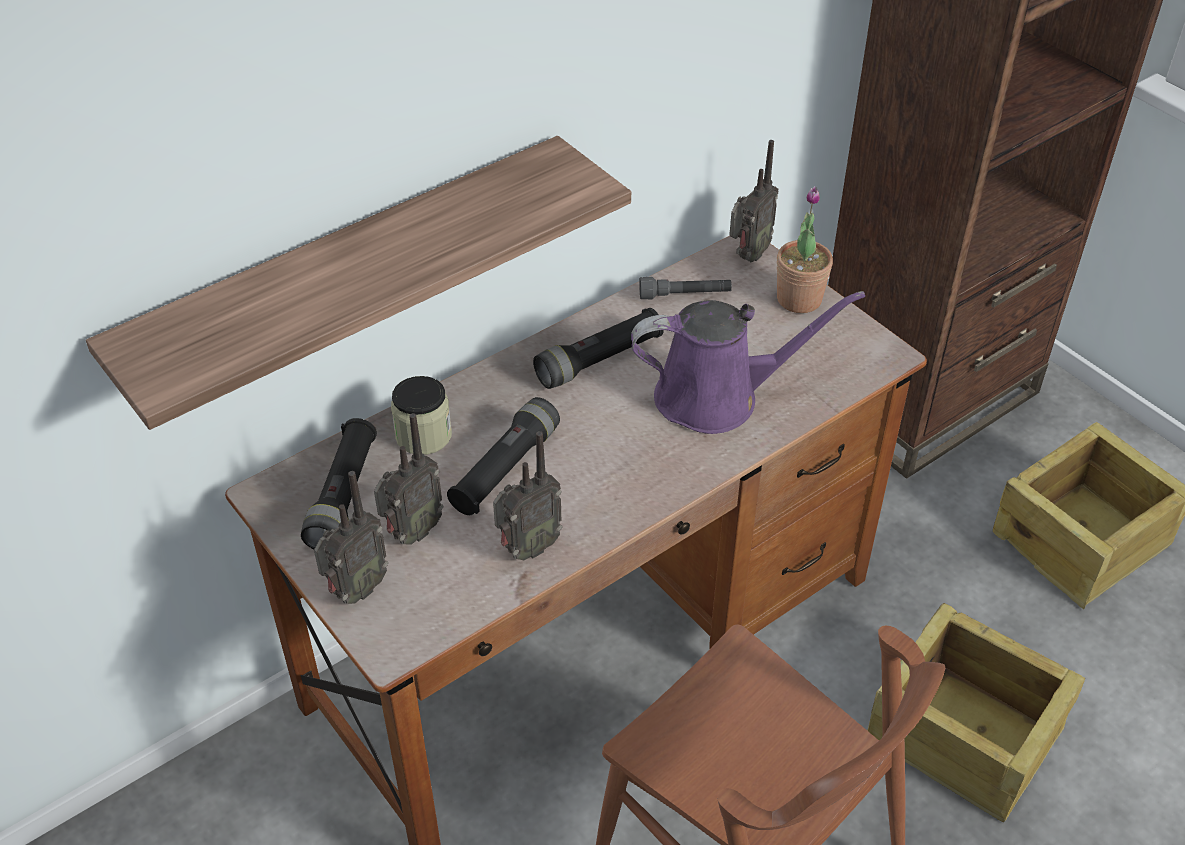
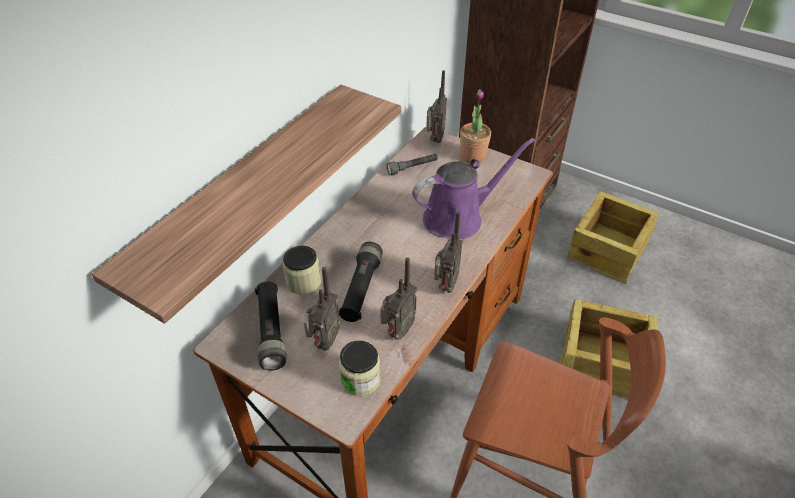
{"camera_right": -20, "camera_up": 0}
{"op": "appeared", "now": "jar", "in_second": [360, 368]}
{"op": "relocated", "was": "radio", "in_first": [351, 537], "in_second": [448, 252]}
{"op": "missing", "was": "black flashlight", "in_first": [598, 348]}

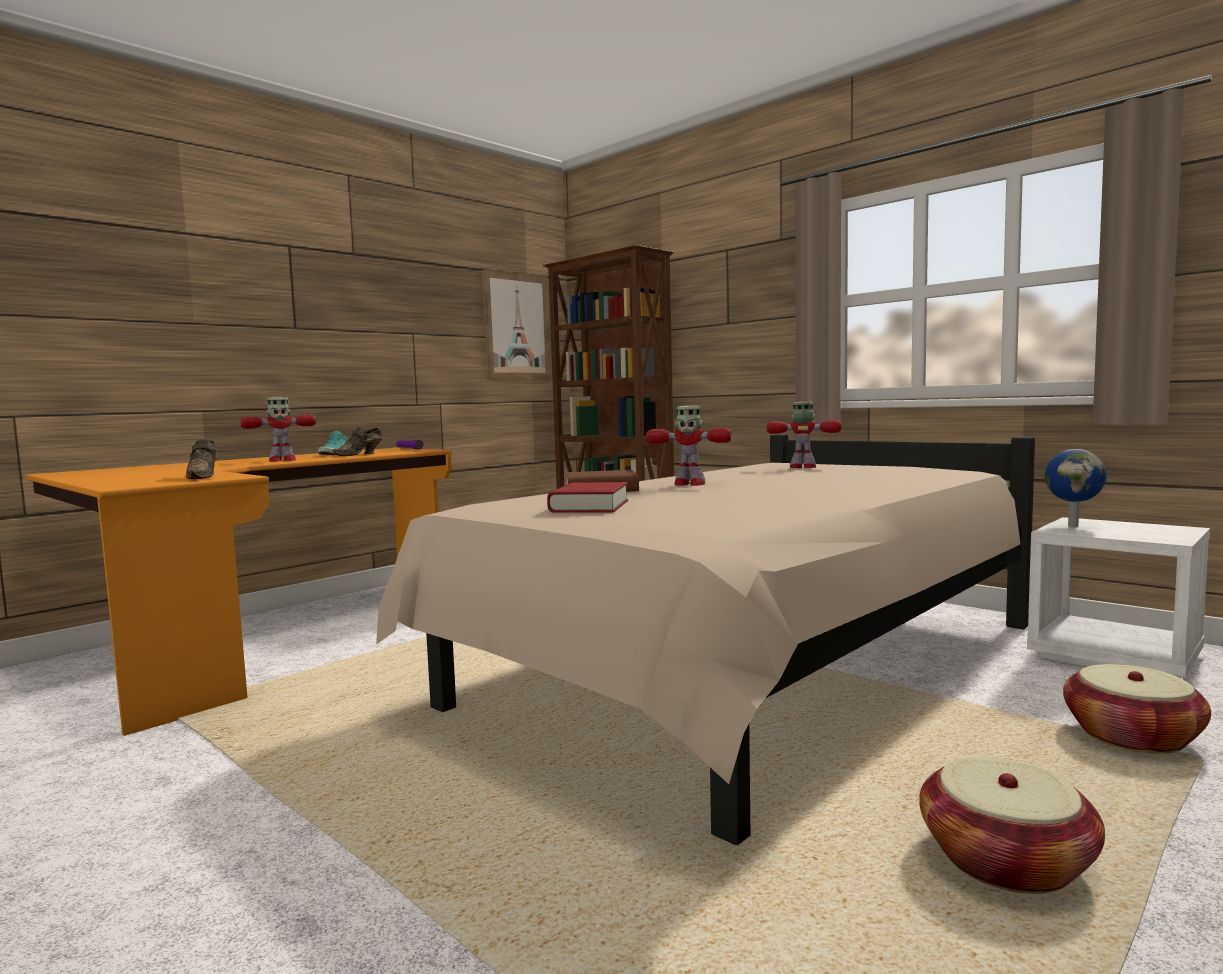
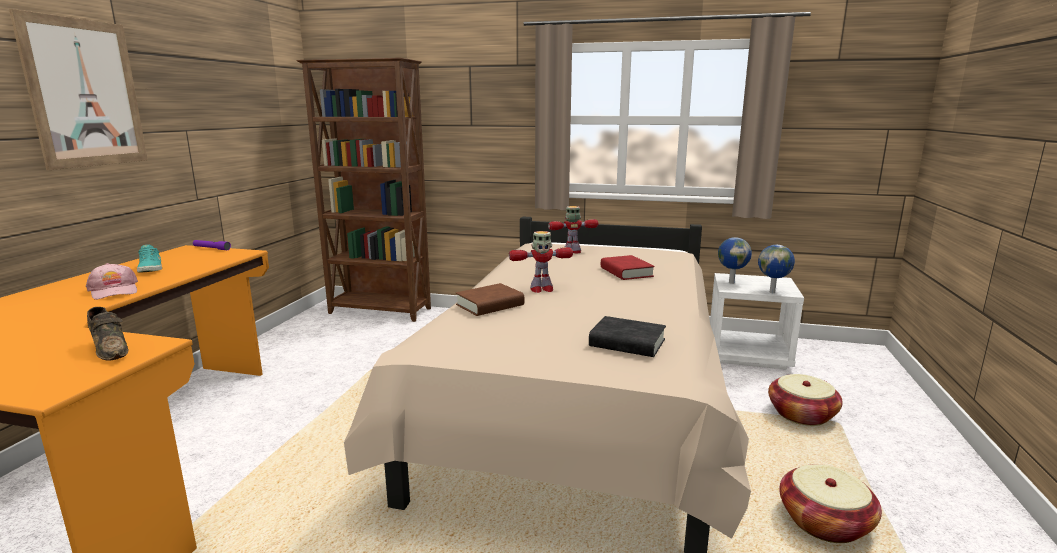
{"camera_right": -30, "camera_up": 10}
{"op": "relocated", "was": "picture", "in_first": [516, 324], "in_second": [78, 89]}
{"op": "exchanged", "was": "toy robot", "now": "pink cap", "in_first": [278, 429], "in_second": [112, 281]}
{"op": "appeared", "now": "black book", "in_second": [627, 336]}
{"op": "relocated", "was": "red book", "in_first": [587, 497], "in_second": [628, 267]}
{"op": "appeared", "now": "globe", "in_second": [776, 269]}
{"op": "missing", "was": "brown shoe", "in_first": [357, 441]}

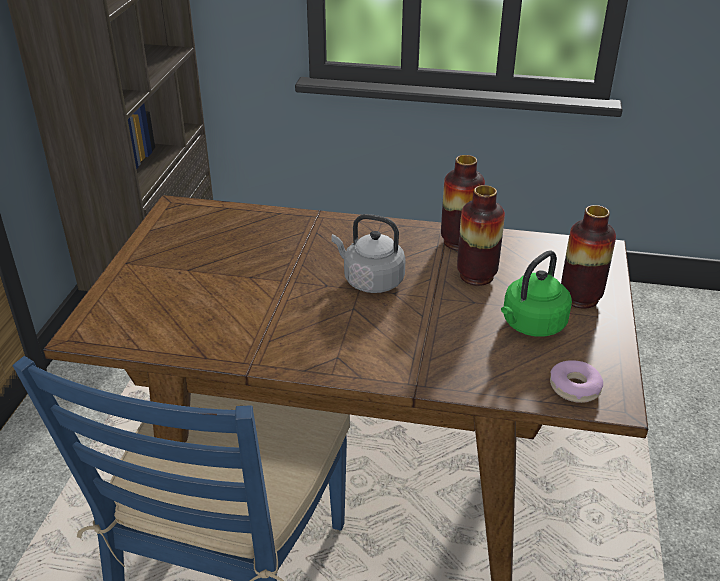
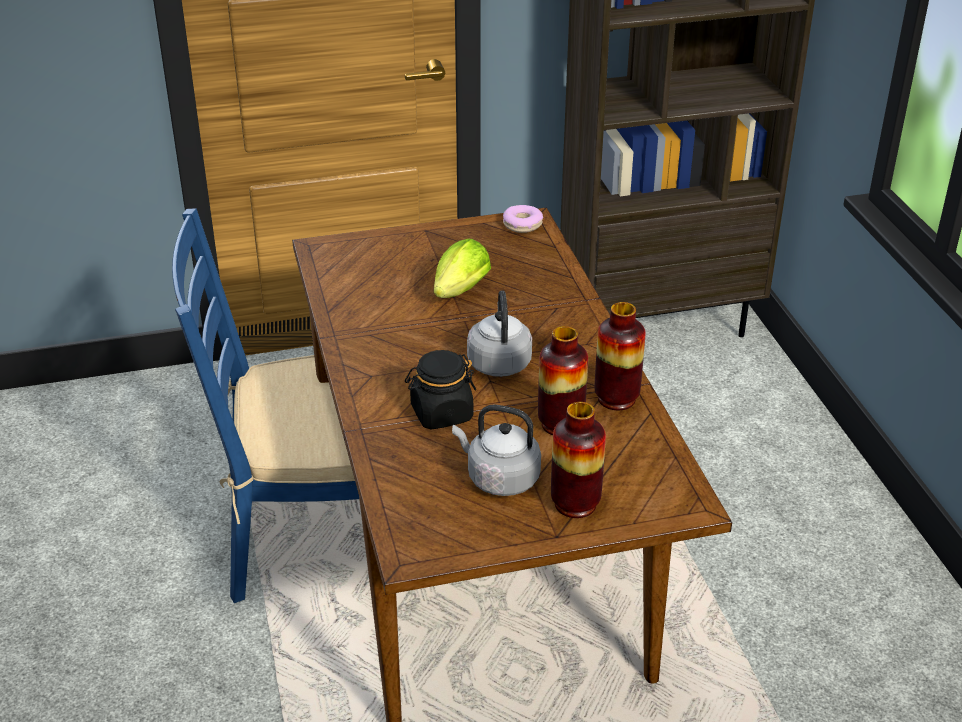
{"camera_right": 65, "camera_up": 0}
{"op": "appeared", "now": "black jar", "in_second": [440, 389]}
{"op": "appeared", "now": "lettuce", "in_second": [462, 268]}
{"op": "colour", "was": "green kettle", "now": "grey kettle", "in_first": [536, 293], "in_second": [496, 450]}
{"op": "relocated", "was": "donut", "in_first": [576, 381], "in_second": [523, 219]}

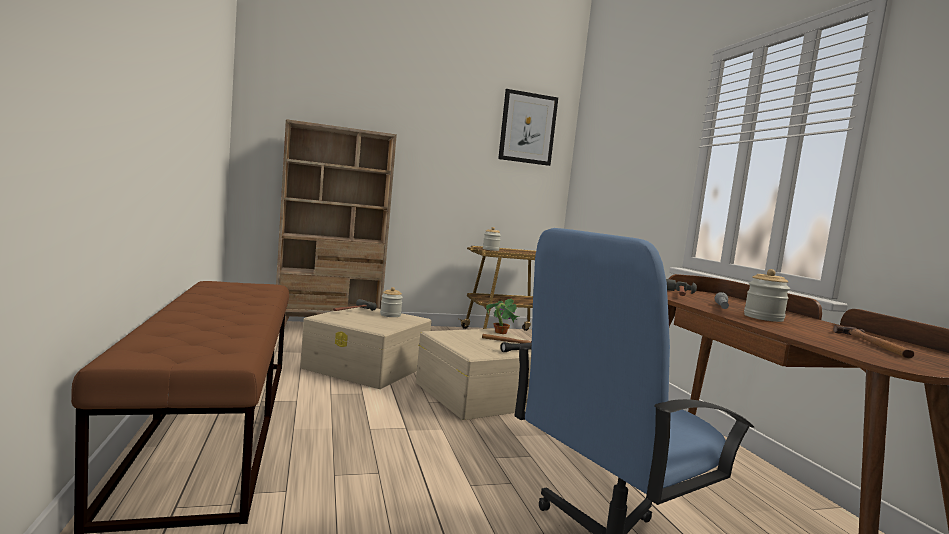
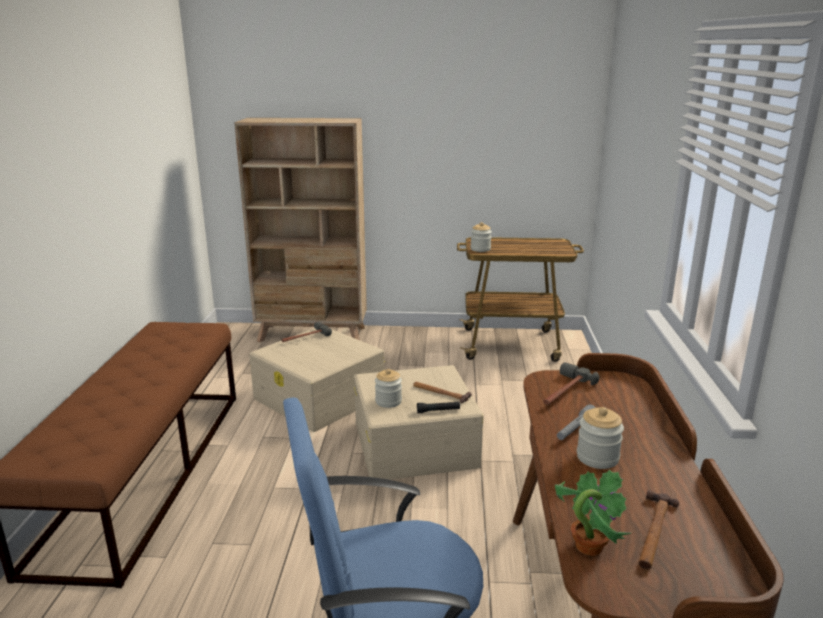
{"camera_right": 20, "camera_up": 15}
{"op": "relocated", "was": "jar", "in_first": [391, 302], "in_second": [388, 388]}
{"op": "relocated", "was": "potted plant", "in_first": [503, 316], "in_second": [593, 513]}
{"op": "missing", "was": "picture", "in_first": [528, 127]}

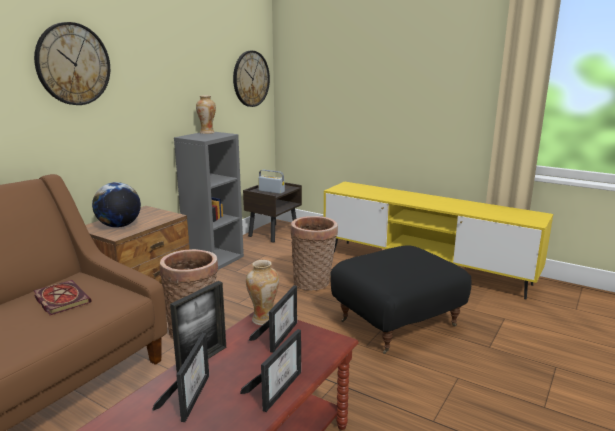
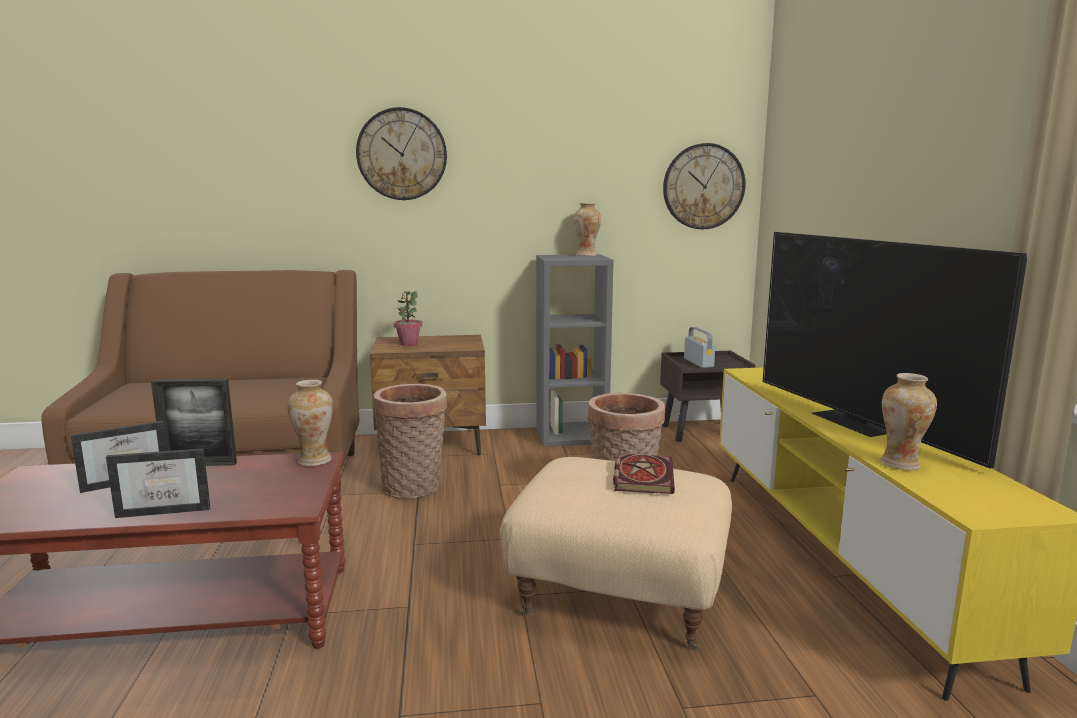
{"camera_right": 50, "camera_up": -5}
{"op": "exchanged", "was": "globe", "now": "potted plant", "in_first": [116, 205], "in_second": [408, 318]}
{"op": "colour", "was": "black ottoman", "now": "beige ottoman", "in_first": [401, 299], "in_second": [616, 553]}
{"op": "relocated", "was": "book", "in_first": [62, 297], "in_second": [644, 473]}
{"op": "appeared", "now": "television", "in_second": [895, 350]}
{"op": "appeared", "now": "vase", "in_second": [908, 421]}
{"op": "missing", "was": "picture frame", "in_first": [273, 319]}

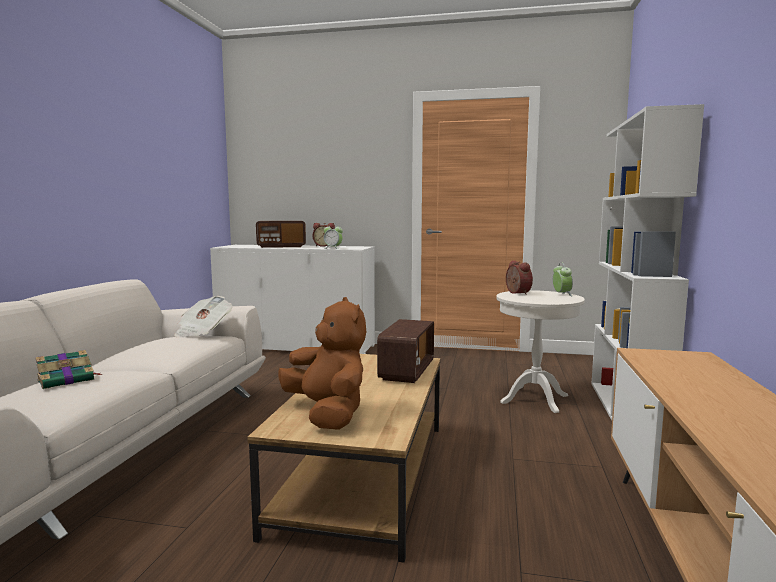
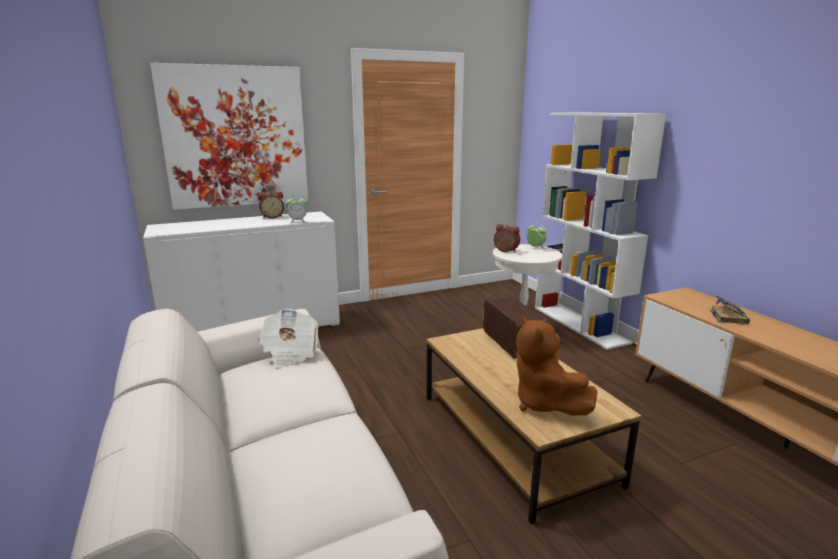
{"camera_right": -35, "camera_up": 10}
{"op": "appeared", "now": "picture", "in_second": [229, 136]}
{"op": "spun", "was": "brown plush toy", "in_first": [322, 363], "in_second": [556, 365], "clockwise": -135}
{"op": "relocated", "was": "book", "in_first": [68, 369], "in_second": [730, 310]}
{"op": "missing", "was": "radio", "in_first": [281, 234]}

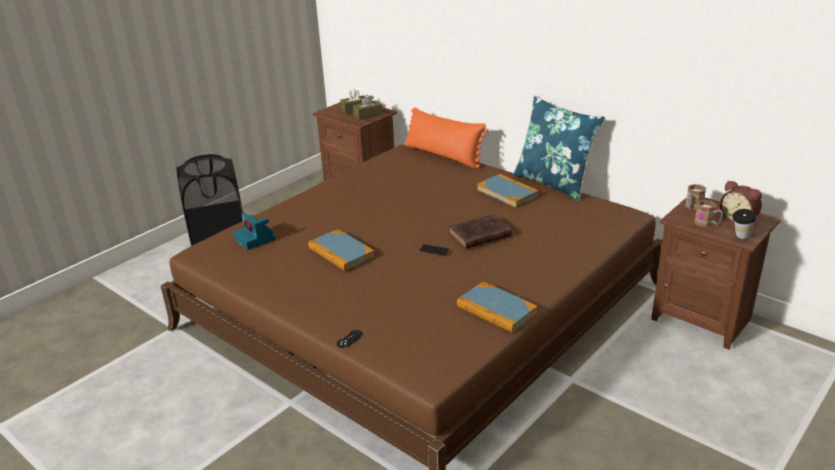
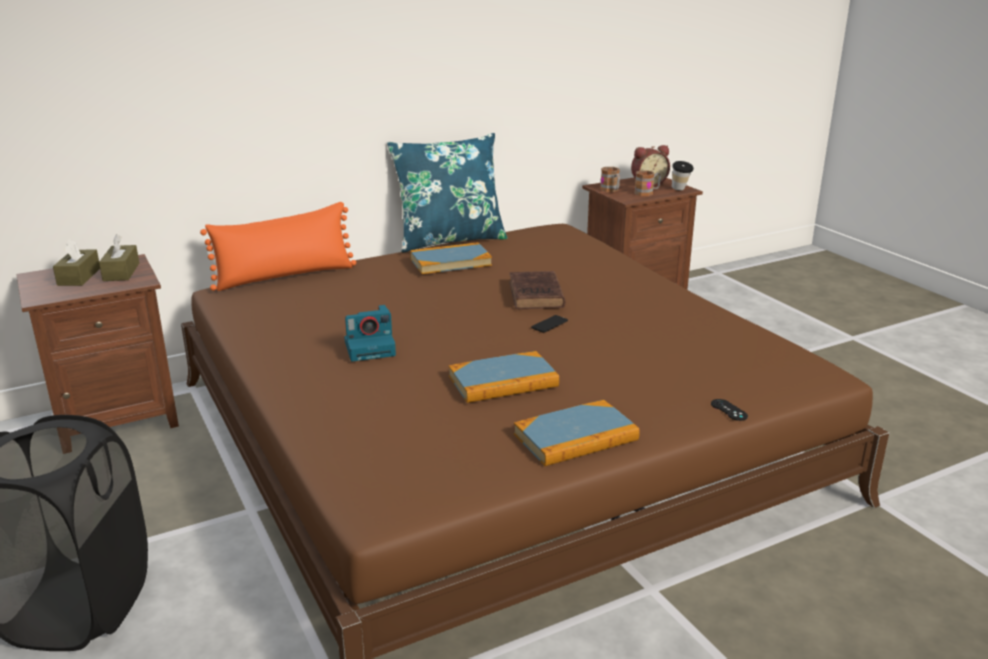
{"camera_right": -70, "camera_up": -5}
{"op": "relocated", "was": "photo camera", "in_first": [254, 231], "in_second": [370, 333]}
{"op": "relocated", "was": "book", "in_first": [497, 307], "in_second": [577, 433]}

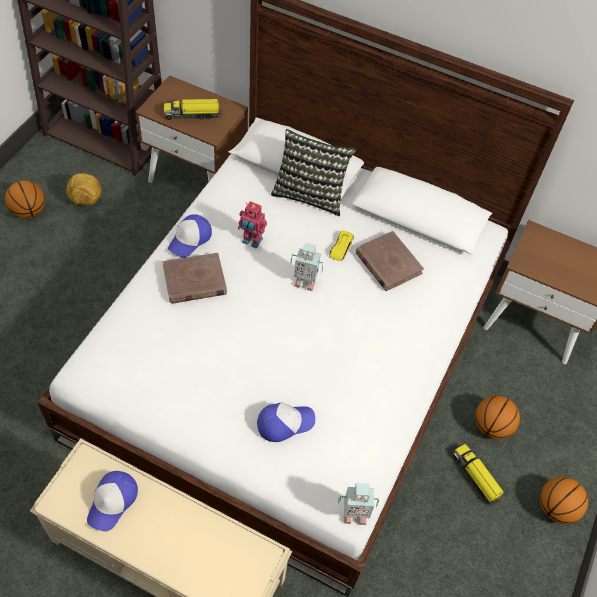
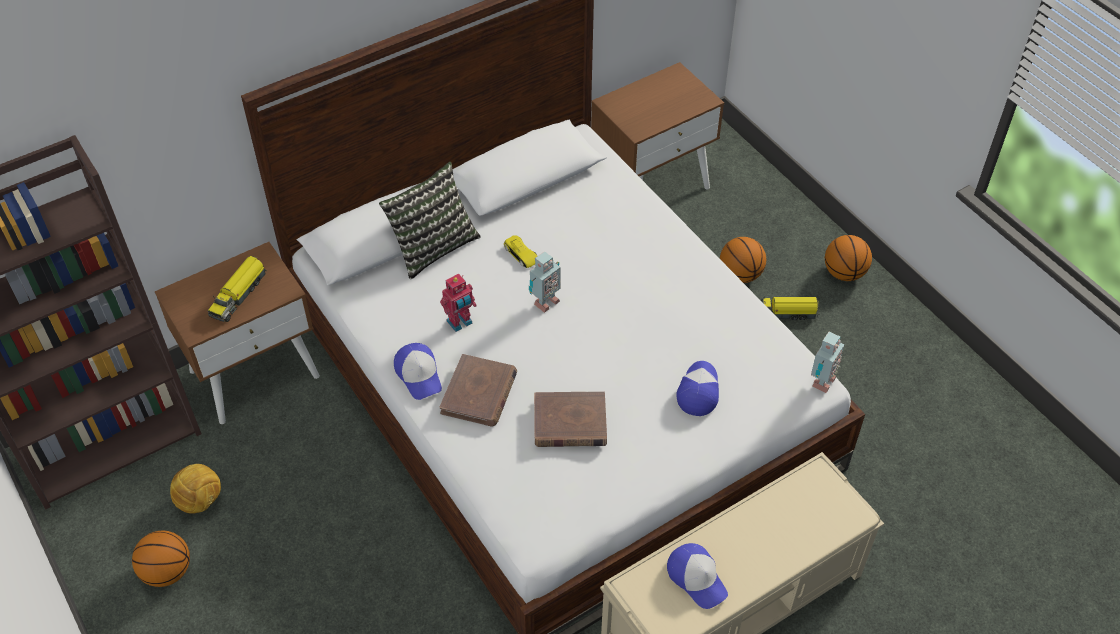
{"camera_right": -55, "camera_up": -5}
{"op": "relocated", "was": "brown book", "in_first": [389, 261], "in_second": [570, 419]}

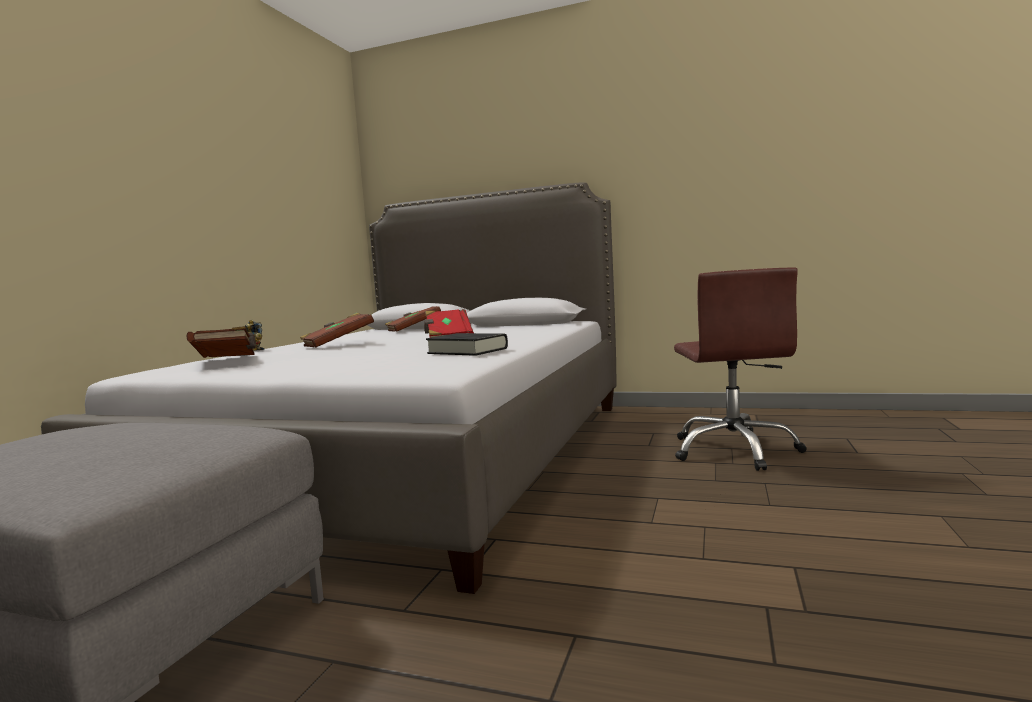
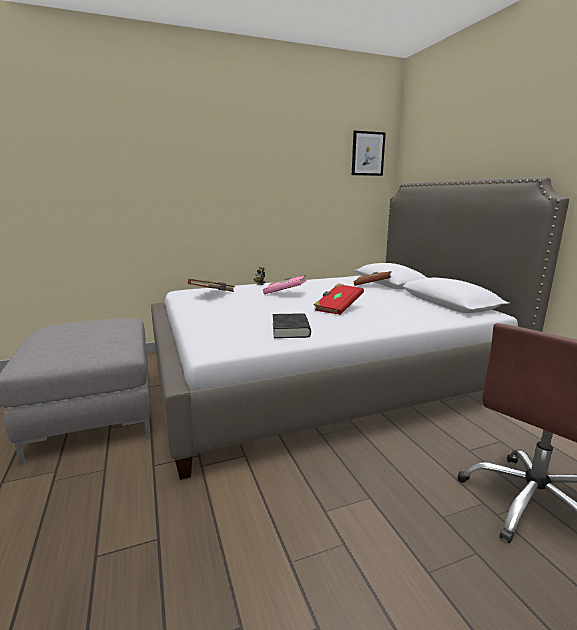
{"camera_right": 50, "camera_up": 10}
{"op": "colour", "was": "brown book", "now": "pink book", "in_first": [337, 330], "in_second": [285, 284]}
{"op": "appeared", "now": "picture", "in_second": [369, 153]}

